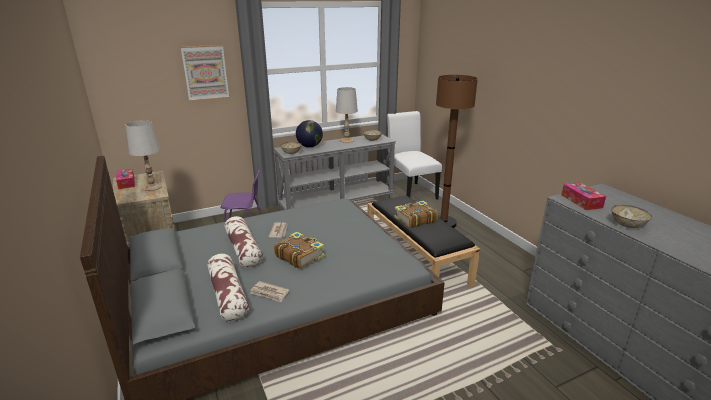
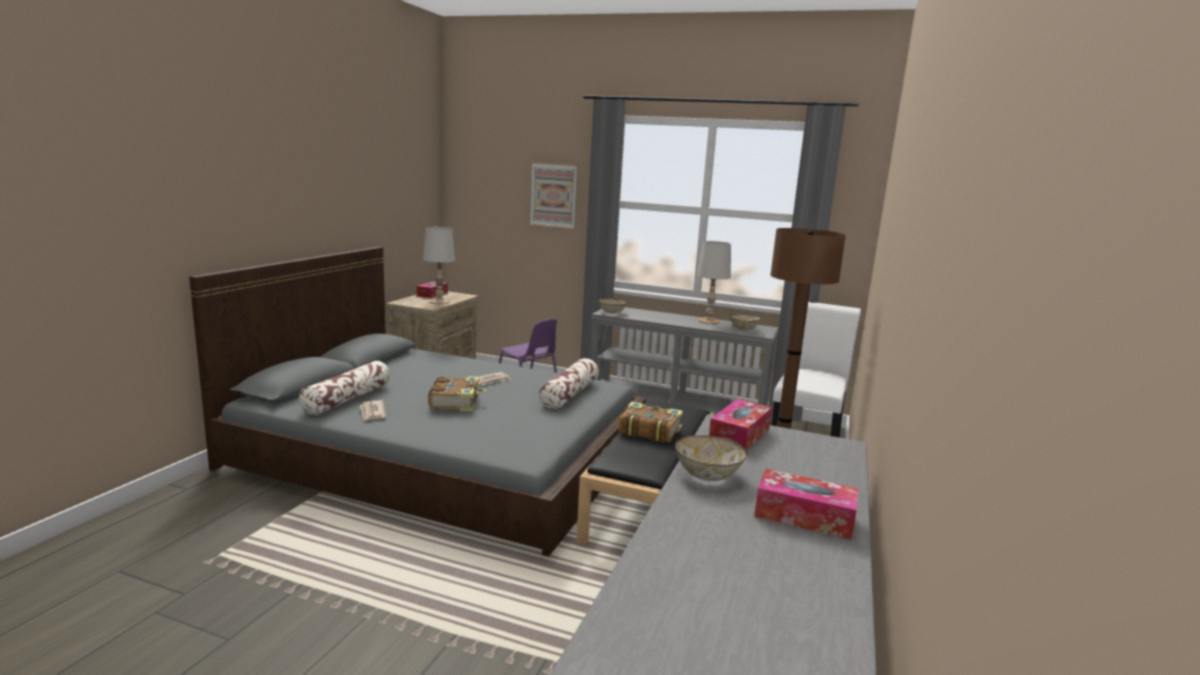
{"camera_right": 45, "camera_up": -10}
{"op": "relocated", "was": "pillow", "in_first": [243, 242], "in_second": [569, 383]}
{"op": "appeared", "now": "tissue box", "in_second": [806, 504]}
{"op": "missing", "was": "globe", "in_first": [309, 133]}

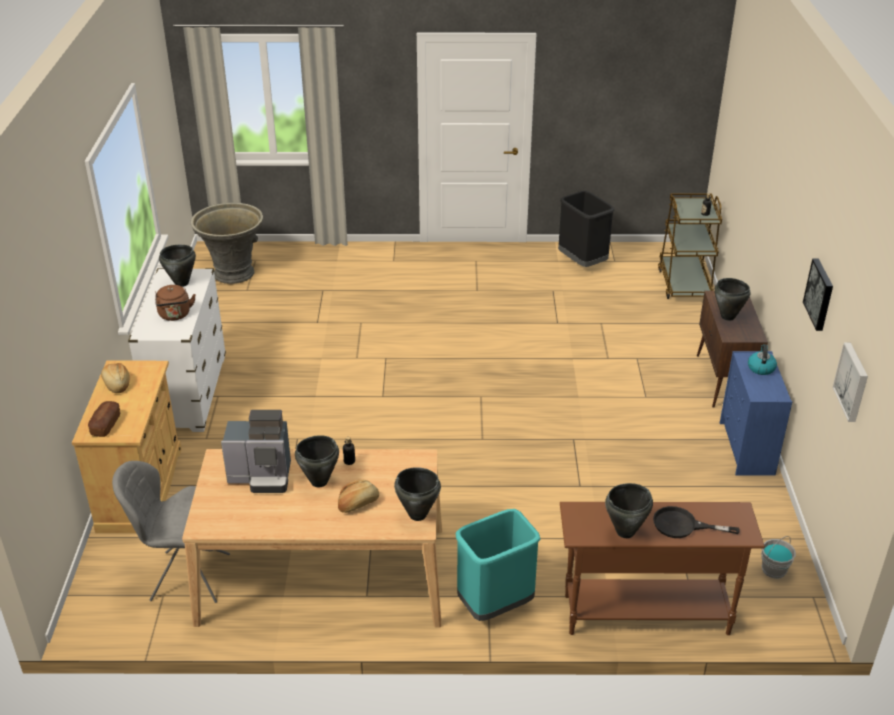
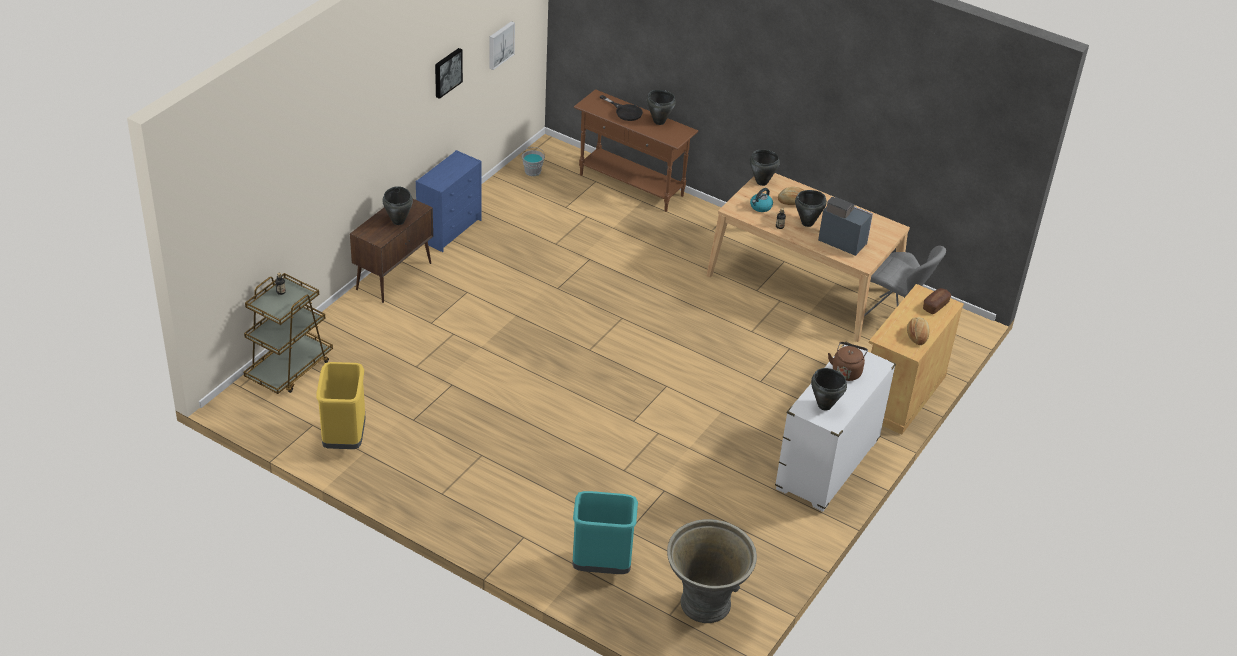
{"camera_right": -150, "camera_up": 5}
{"op": "colour", "was": "black trash can", "now": "yellow trash can", "in_first": [586, 229], "in_second": [340, 405]}
{"op": "relocated", "was": "turquoise trash can", "in_first": [498, 565], "in_second": [605, 532]}
{"op": "relocated", "was": "kettle", "in_first": [762, 359], "in_second": [761, 200]}

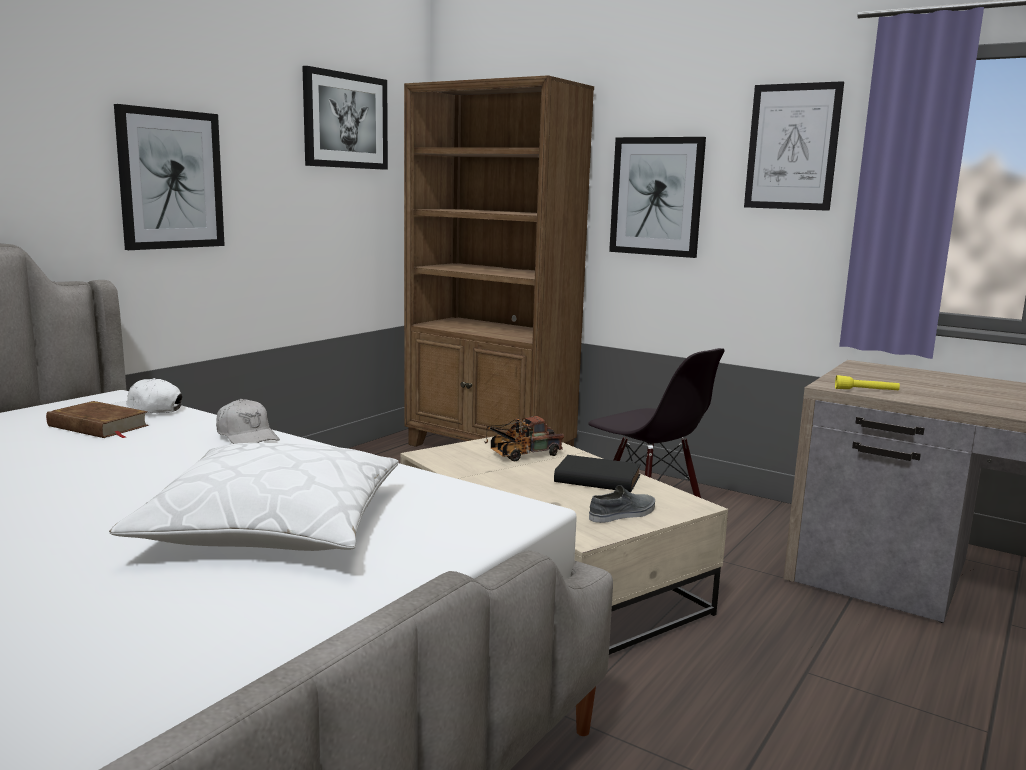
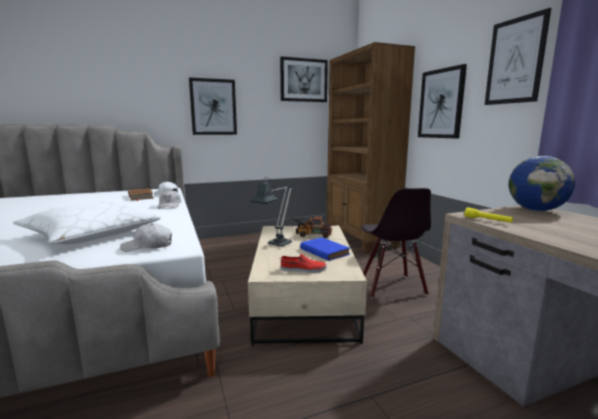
{"camera_right": 35, "camera_up": 0}
{"op": "appeared", "now": "white cap", "in_second": [146, 237]}
{"op": "appeared", "now": "table lamp", "in_second": [271, 212]}
{"op": "colour", "was": "grey shoe", "now": "red shoe", "in_first": [622, 504], "in_second": [303, 263]}
{"op": "colour", "was": "black book", "now": "blue book", "in_first": [597, 473], "in_second": [325, 249]}
{"op": "appeared", "now": "globe", "in_second": [542, 183]}

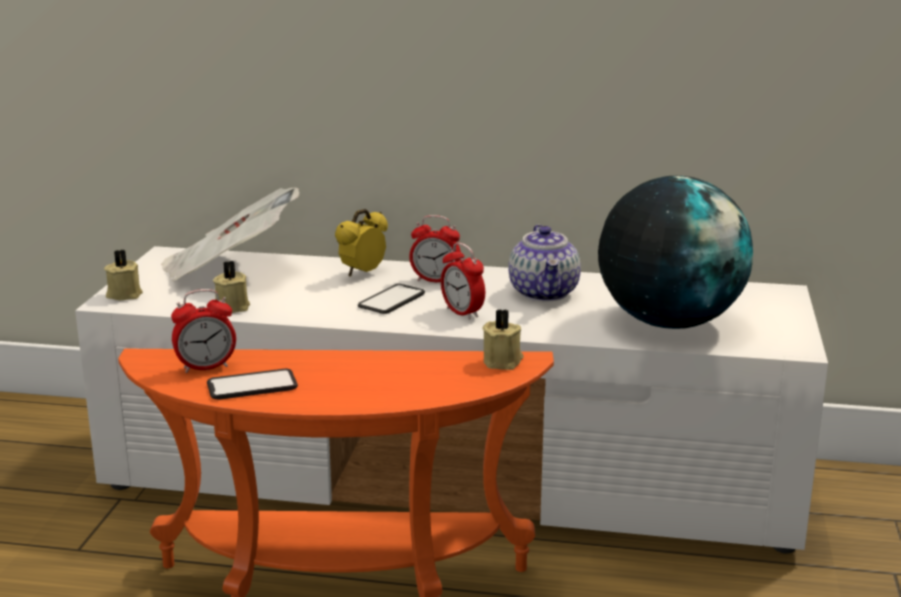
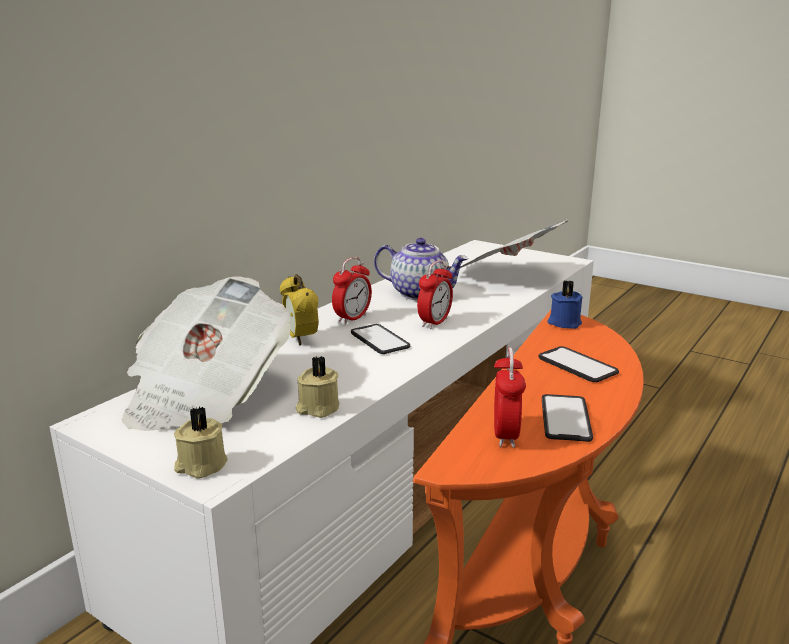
{"camera_right": -65, "camera_up": 0}
{"op": "spun", "was": "alarm clock", "in_first": [463, 281], "in_second": [435, 294], "clockwise": -45}
{"op": "exchanged", "was": "globe", "now": "newspaper", "in_first": [675, 252], "in_second": [514, 244]}
{"op": "appeared", "now": "phone", "in_second": [578, 364]}
{"op": "colour", "was": "beige candle", "now": "blue candle", "in_first": [503, 339], "in_second": [565, 304]}

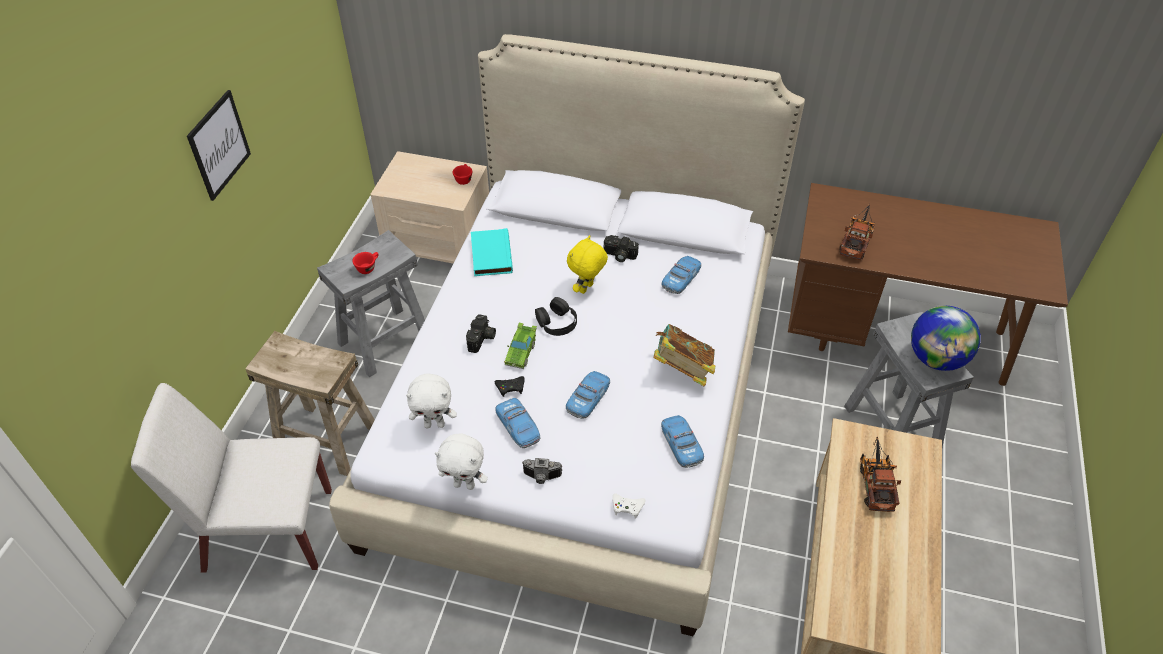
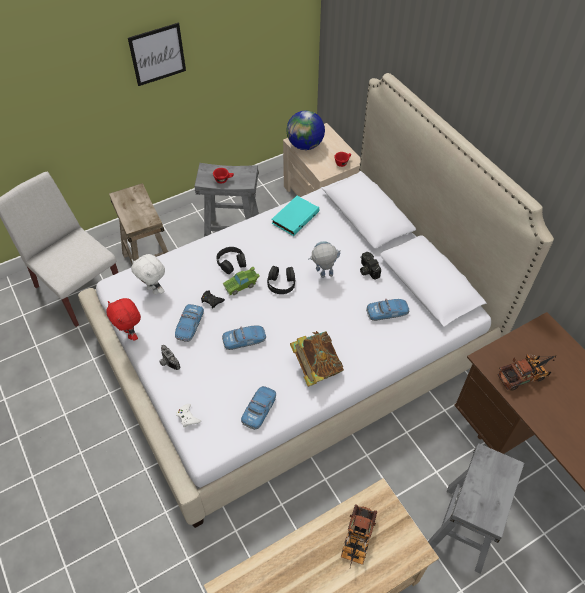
{"camera_right": 45, "camera_up": 5}
{"op": "colour", "was": "white plush toy", "now": "red plush toy", "in_first": [461, 462], "in_second": [123, 319]}
{"op": "exchanged", "was": "photo camera", "now": "black headphones", "in_first": [481, 333], "in_second": [231, 260]}
{"op": "relocated", "was": "globe", "in_first": [945, 338], "in_second": [305, 130]}
{"op": "exchanged", "was": "yellow plush toy", "now": "toy robot", "in_first": [587, 264], "in_second": [324, 259]}
{"op": "spun", "was": "toy truck", "in_first": [880, 474], "in_second": [359, 536], "clockwise": 150}

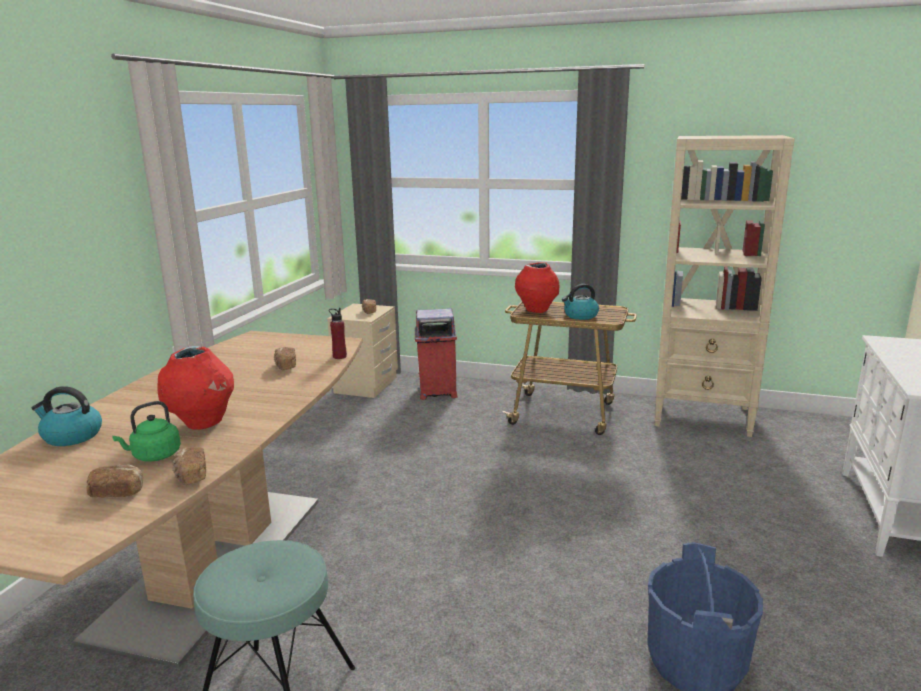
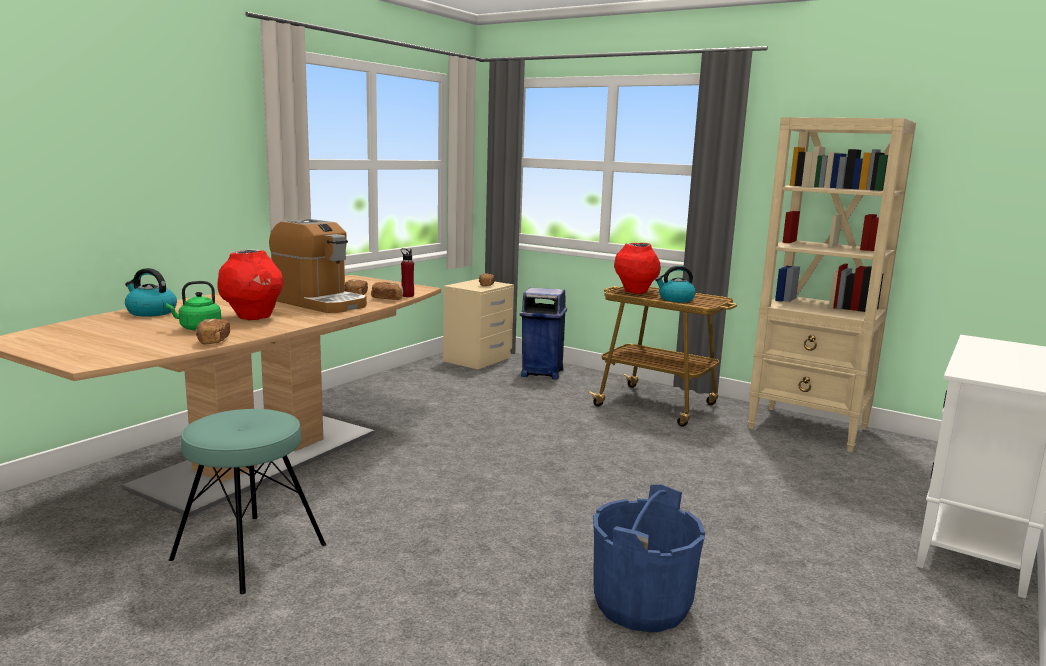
{"camera_right": 15, "camera_up": -5}
{"op": "appeared", "now": "coffee machine", "in_second": [318, 266]}
{"op": "relocated", "was": "bread", "in_first": [114, 481], "in_second": [387, 291]}
{"op": "colour", "was": "red trash can", "now": "blue trash can", "in_first": [436, 354], "in_second": [543, 333]}

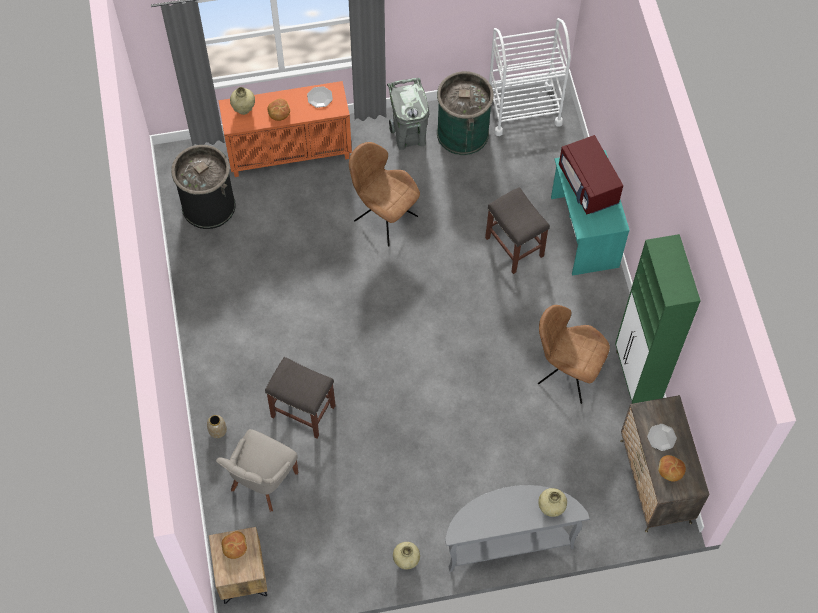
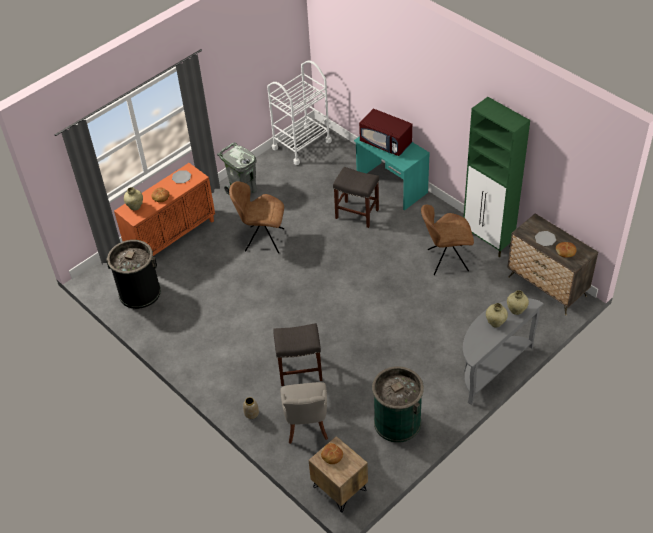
{"camera_right": -30, "camera_up": -15}
{"op": "relocated", "was": "green trash can", "in_first": [465, 113], "in_second": [398, 404]}
{"op": "relocated", "was": "beige vase", "in_first": [406, 556], "in_second": [497, 315]}

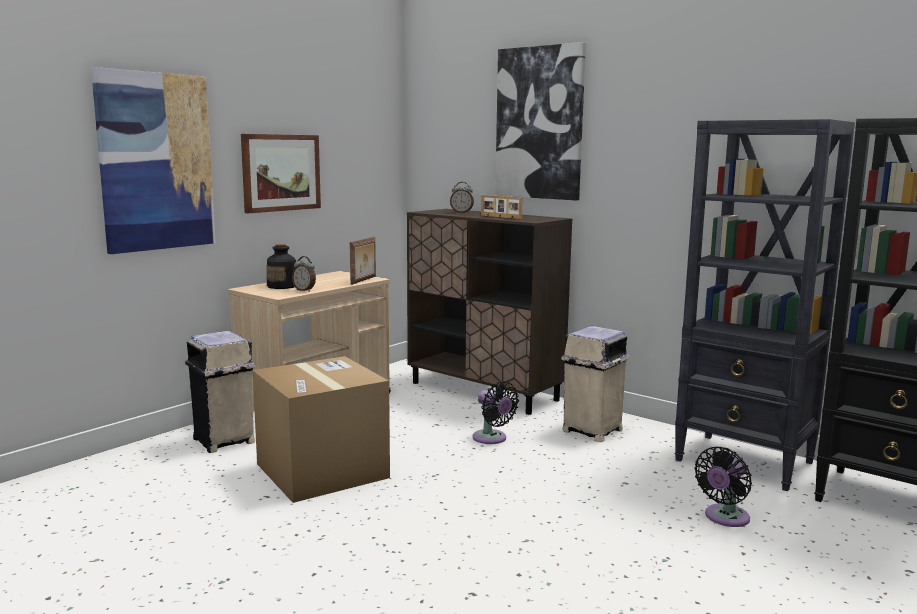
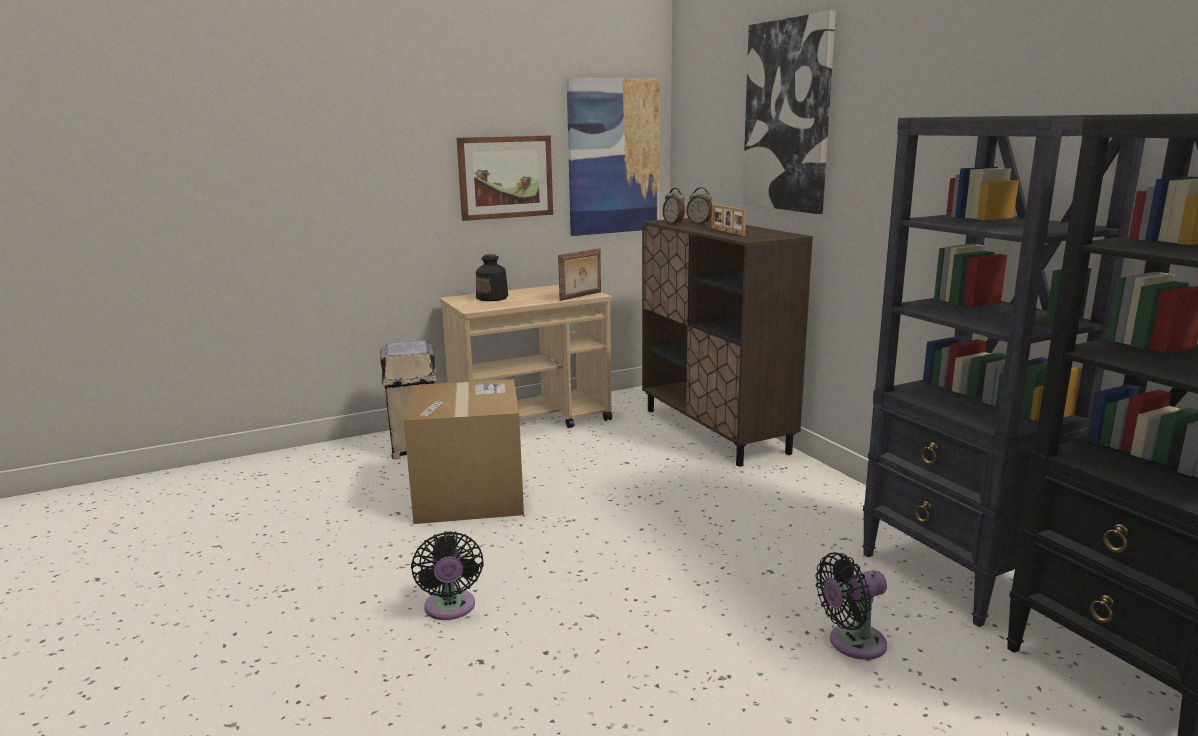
{"camera_right": 25, "camera_up": 5}
{"op": "relocated", "was": "black fan", "in_first": [496, 412], "in_second": [447, 575]}
{"op": "relocated", "was": "picture", "in_first": [153, 160], "in_second": [613, 157]}
{"op": "relocated", "was": "alarm clock", "in_first": [304, 274], "in_second": [674, 206]}
{"op": "missing", "was": "beige trash can", "in_first": [595, 384]}

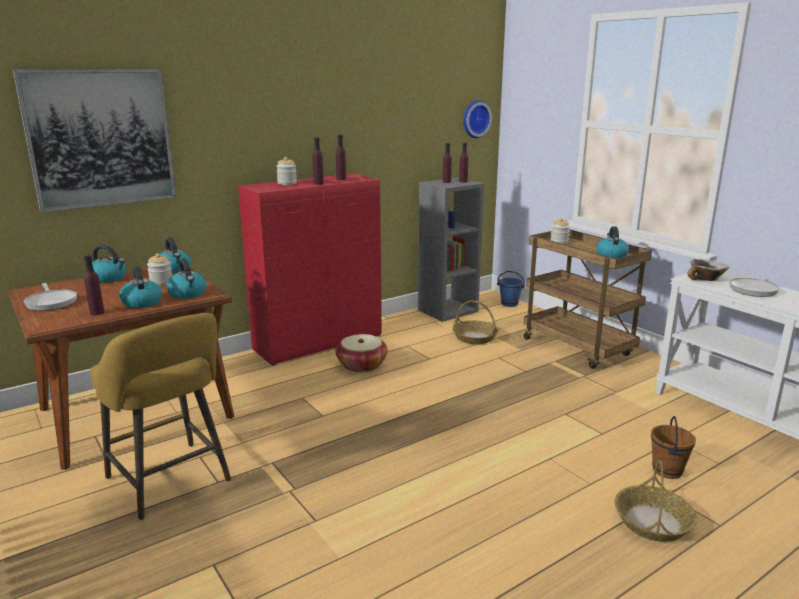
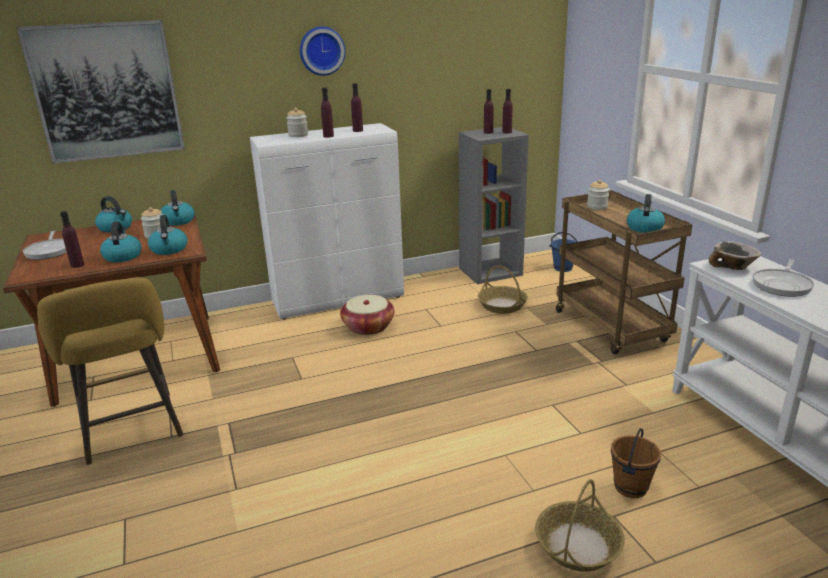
{"camera_right": 15, "camera_up": 5}
{"op": "colour", "was": "red cabinet", "now": "white cabinet", "in_first": [310, 269], "in_second": [327, 221]}
{"op": "relocated", "was": "wall clock", "in_first": [477, 119], "in_second": [322, 51]}

